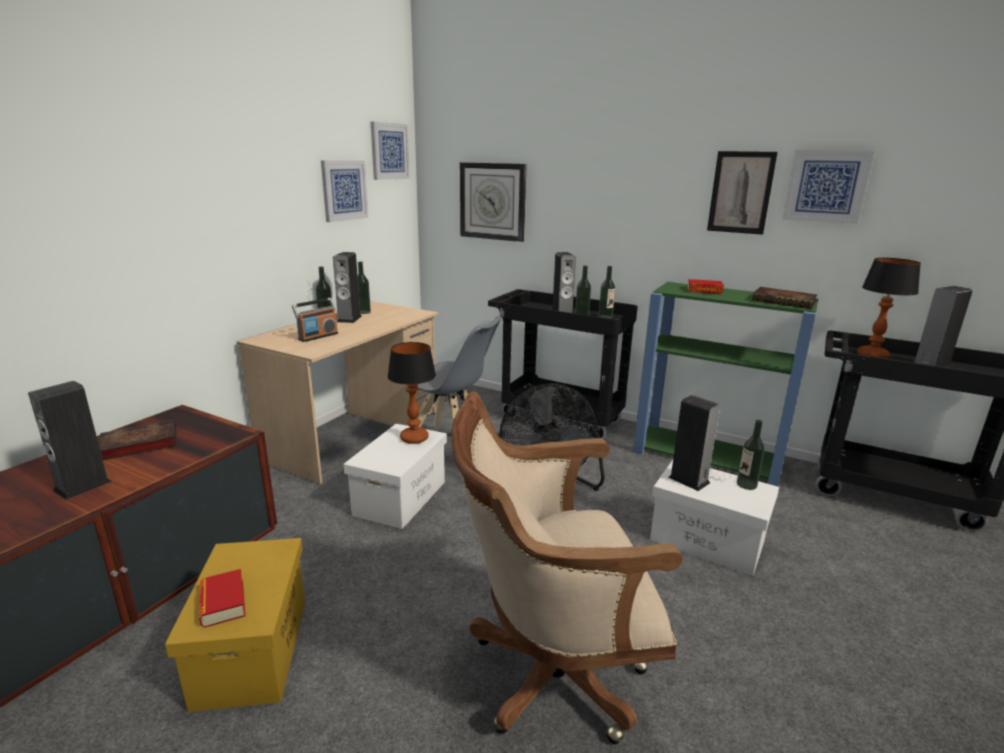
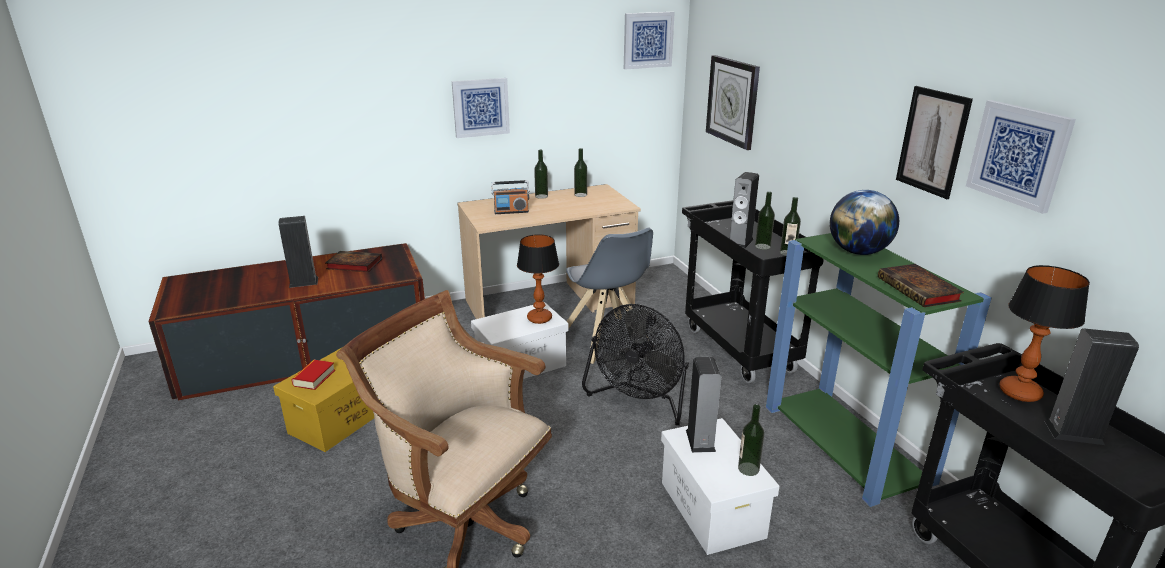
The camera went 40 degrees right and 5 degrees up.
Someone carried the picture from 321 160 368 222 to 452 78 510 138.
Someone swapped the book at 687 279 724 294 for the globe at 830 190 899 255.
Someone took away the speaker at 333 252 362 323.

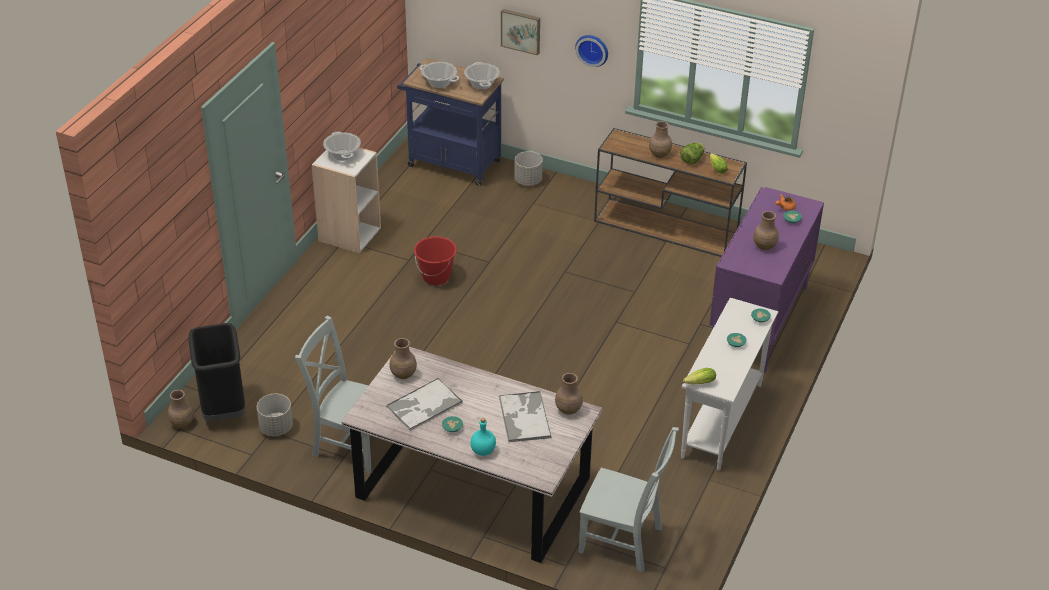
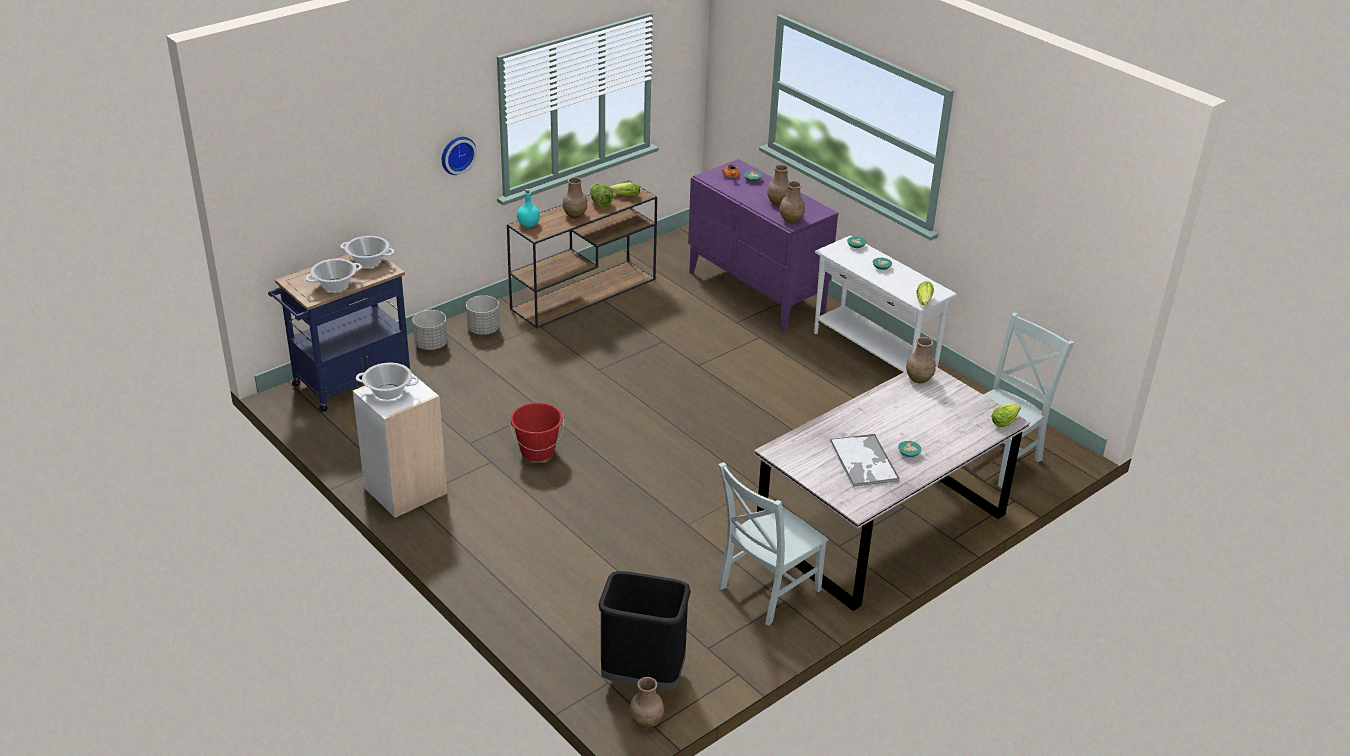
The camera went 65 degrees left and 5 degrees down.
Someone carried the grey planter from 257 394 293 436 to 466 295 500 335.
Someone carried the turquoise bottle from 470 418 496 456 to 517 189 540 227.
Someone carried the brown vase from 390 338 417 379 to 780 181 805 223.
Someone put down the lettuce at 991 404 1021 427.
Someone took away the tray at 499 391 552 442.
Someone took away the picture at 501 9 540 55.

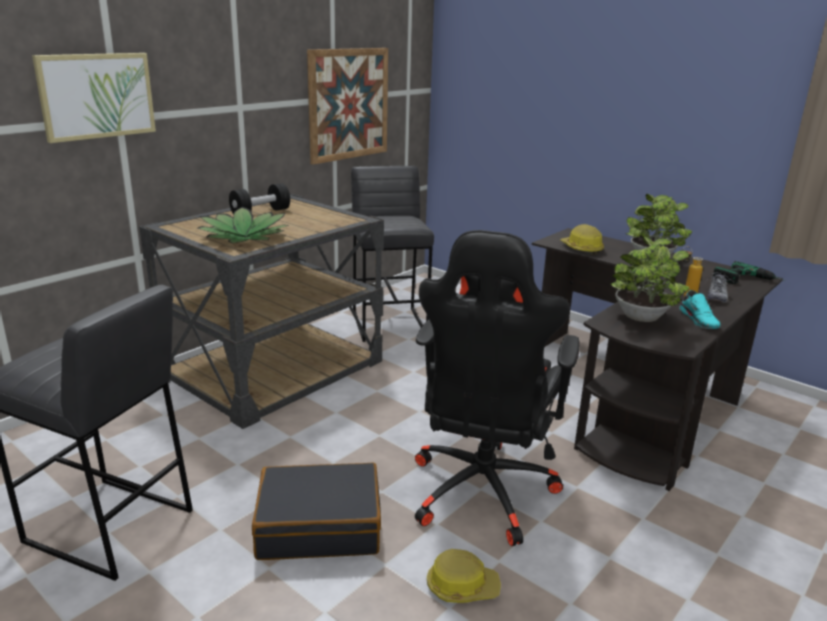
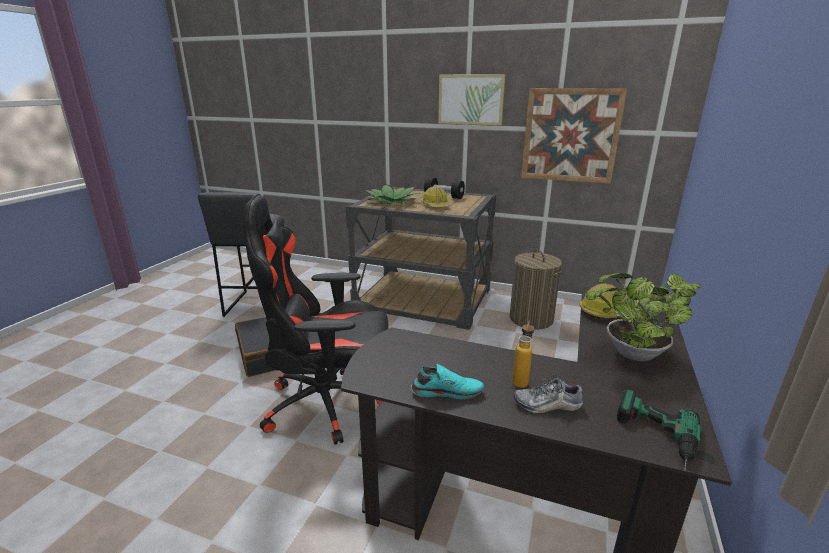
The camera went 70 degrees right and 0 degrees up.
Someone rotated the turquoise shoe at 679 290 721 329 by 150 degrees counterclockwise.
Someone carried the hard hat from 427 549 501 603 to 421 186 450 207.
Someone carried the picture from 32 53 156 143 to 438 74 505 126.
Someone swapped the grey stool at 351 166 434 342 for the laundry basket at 510 250 563 330.
Someone took away the potted plant at 610 236 690 322.

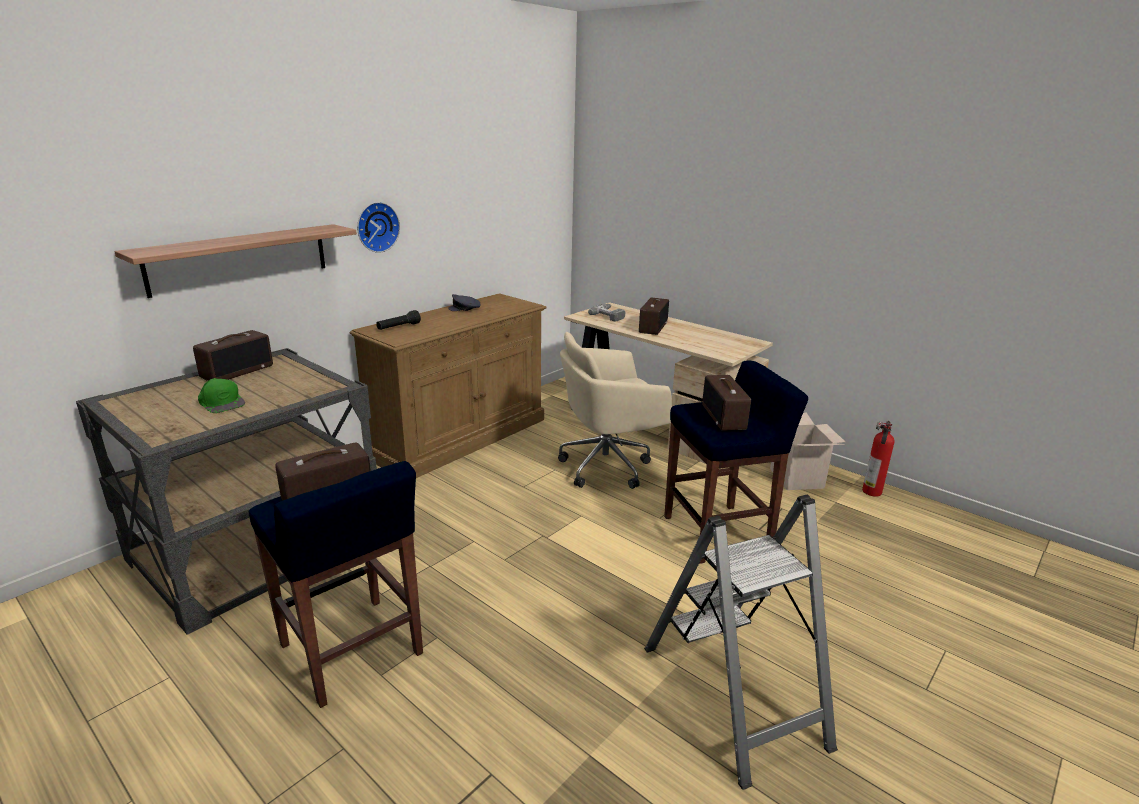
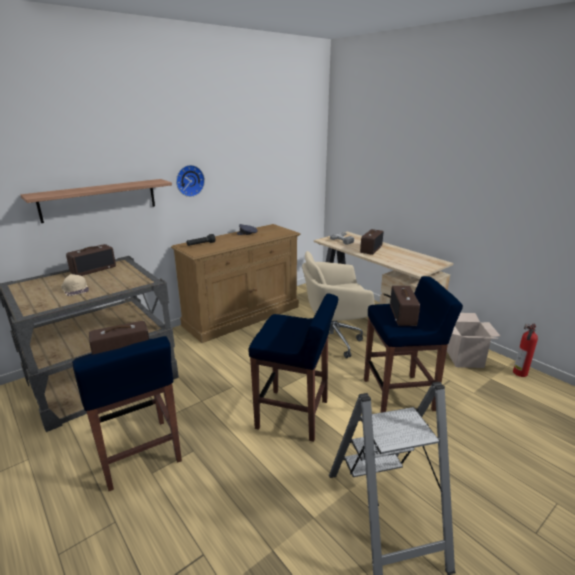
The camera went 10 degrees right and 0 degrees up.
Someone repainted the green cap at 198 378 245 413, which became the beige cap at 61 274 89 296.
Someone put down the blue stool at 249 294 338 442.

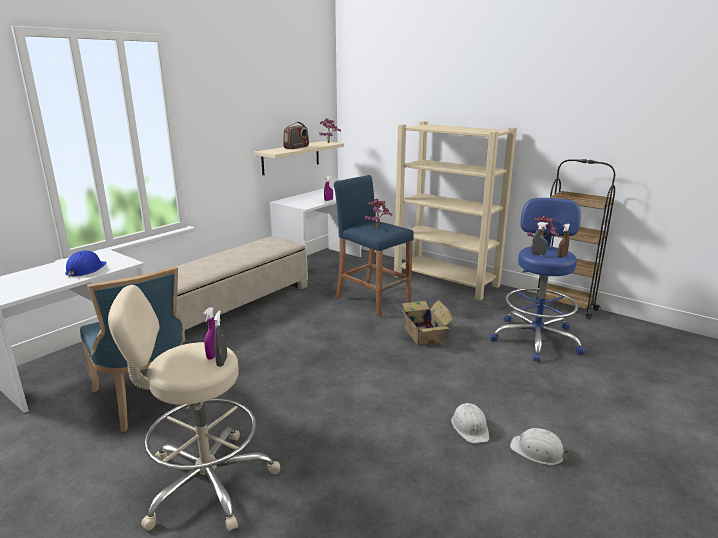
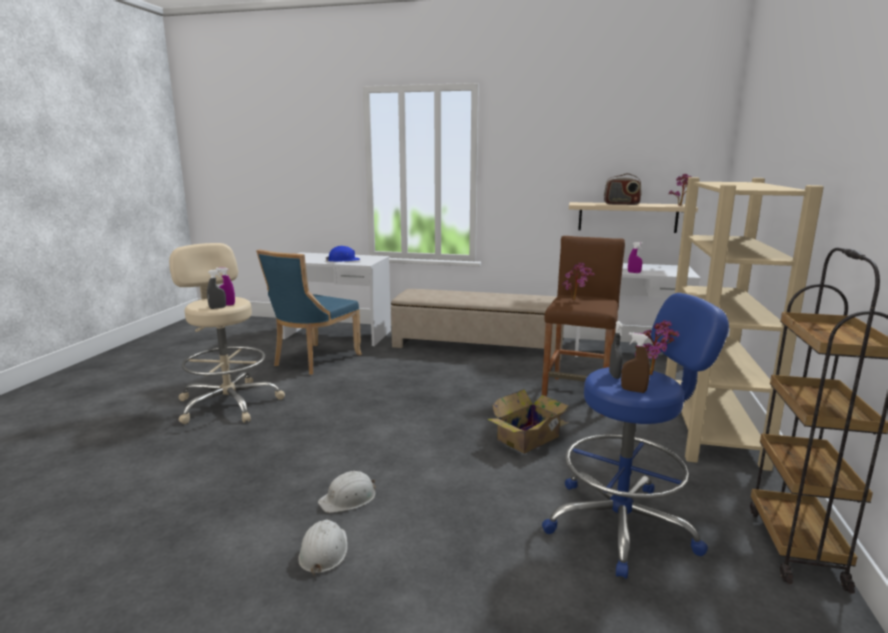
The camera went 65 degrees right and 5 degrees down.
Someone repainted the blue stool at 334 175 414 317, which became the brown stool at 542 236 625 416.

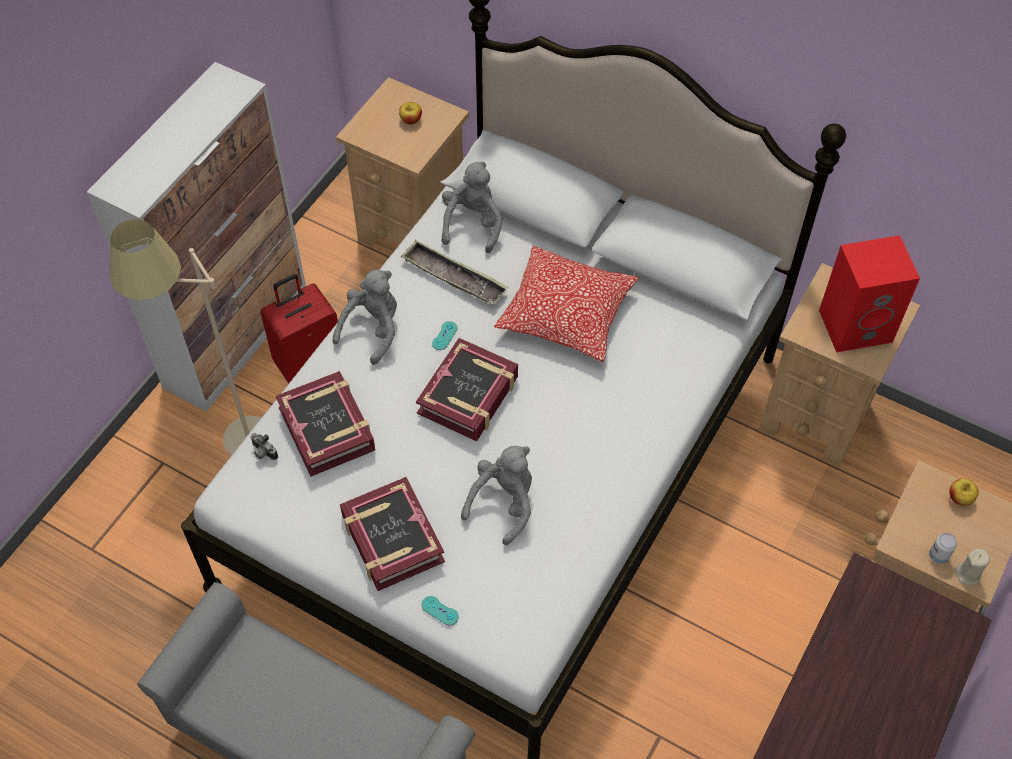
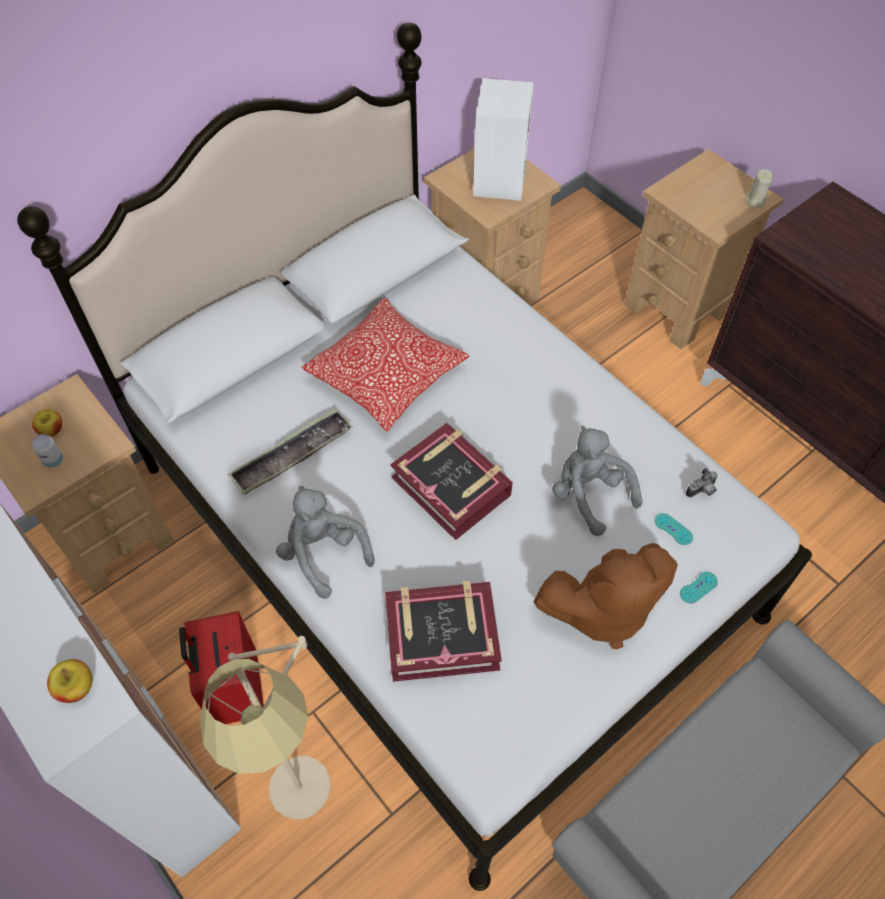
The camera went 70 degrees left and 0 degrees up.
Someone carried the can from 929 533 957 564 to 32 434 63 468.
Someone carried the apple from 949 478 979 506 to 47 659 92 703.
Someone repainted the red speaker at 819 235 920 353, which became the white speaker at 473 78 533 201.
Someone swapped the book at 340 477 445 591 for the brown plush toy at 533 543 678 649.
Someone carried the turquoise game controller from 432 321 457 350 to 655 513 693 545.
Someone carried the photo camera from 250 433 278 460 to 686 468 718 498.
Someone took away the grey plush toy at 442 161 502 253.

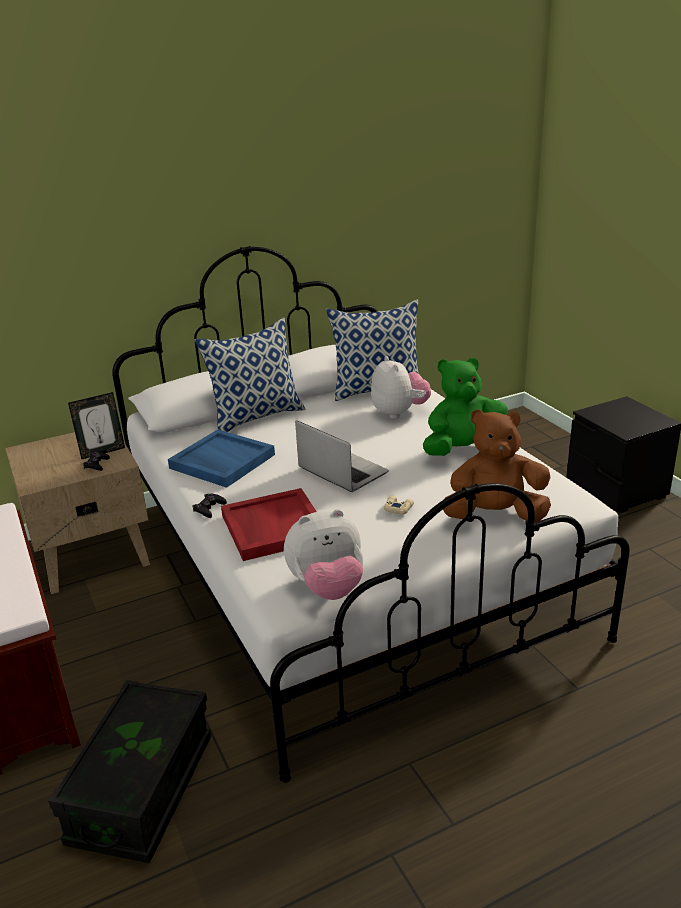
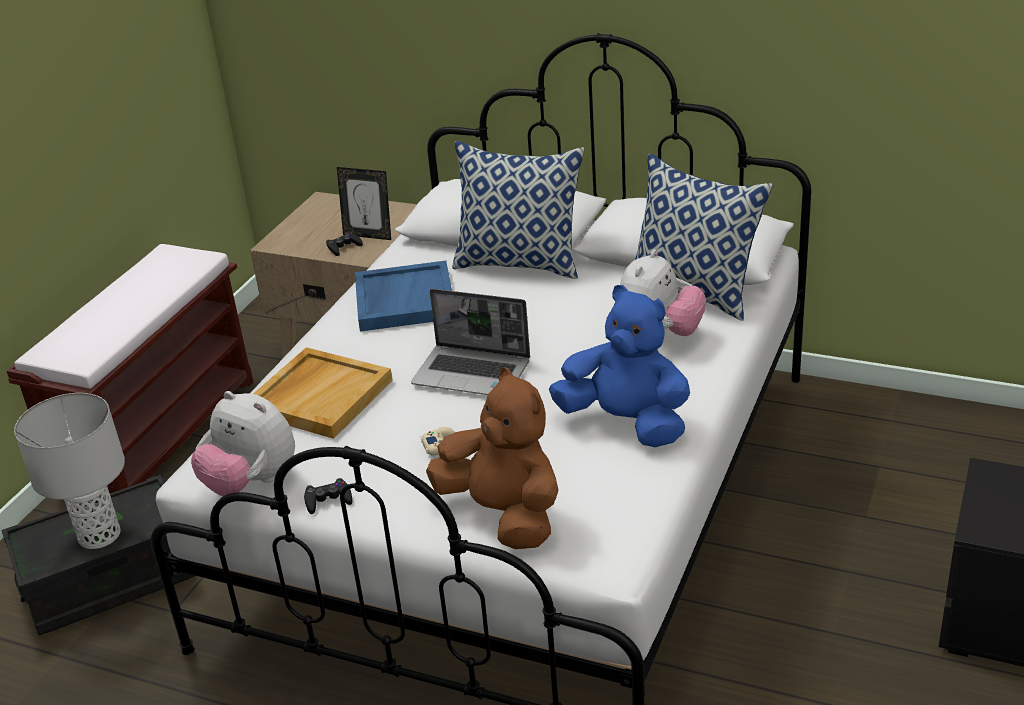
The camera went 50 degrees right and 5 degrees up.
Someone put down the white table lamp at 14 393 125 549.
Someone repainted the red tray at 221 488 317 561, which became the beige tray at 253 347 392 439.
Someone carried the black game controller from 192 494 227 518 to 304 478 353 514.
Someone rotated the laptop at 295 420 389 492 by 105 degrees clockwise.
Someone repainted the green plush toy at 423 357 508 456, which became the blue plush toy at 549 285 690 447.

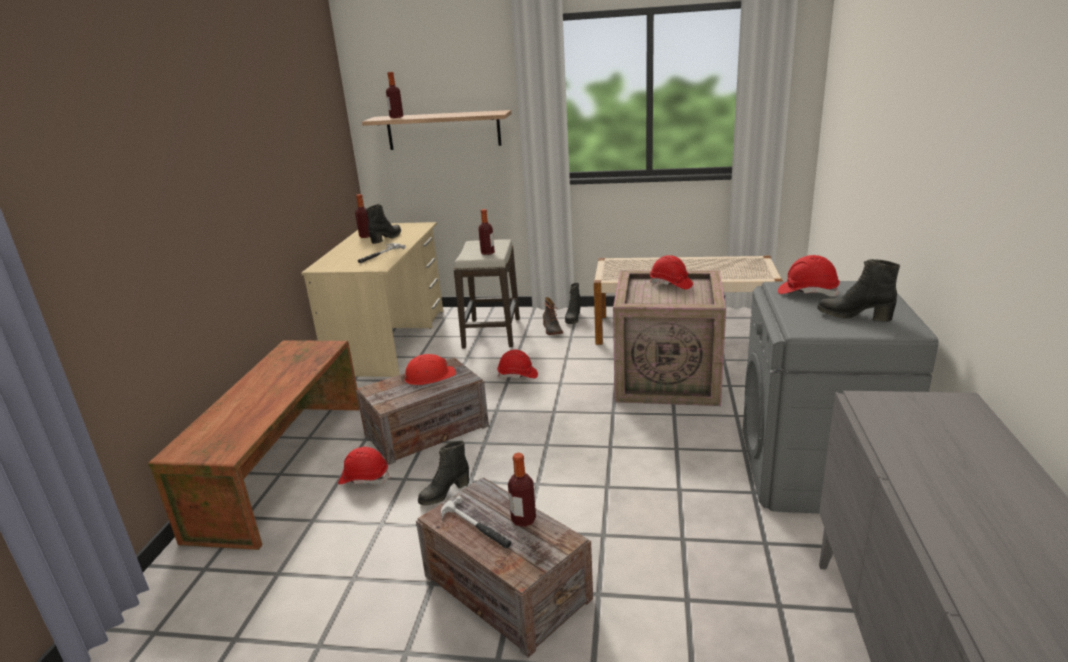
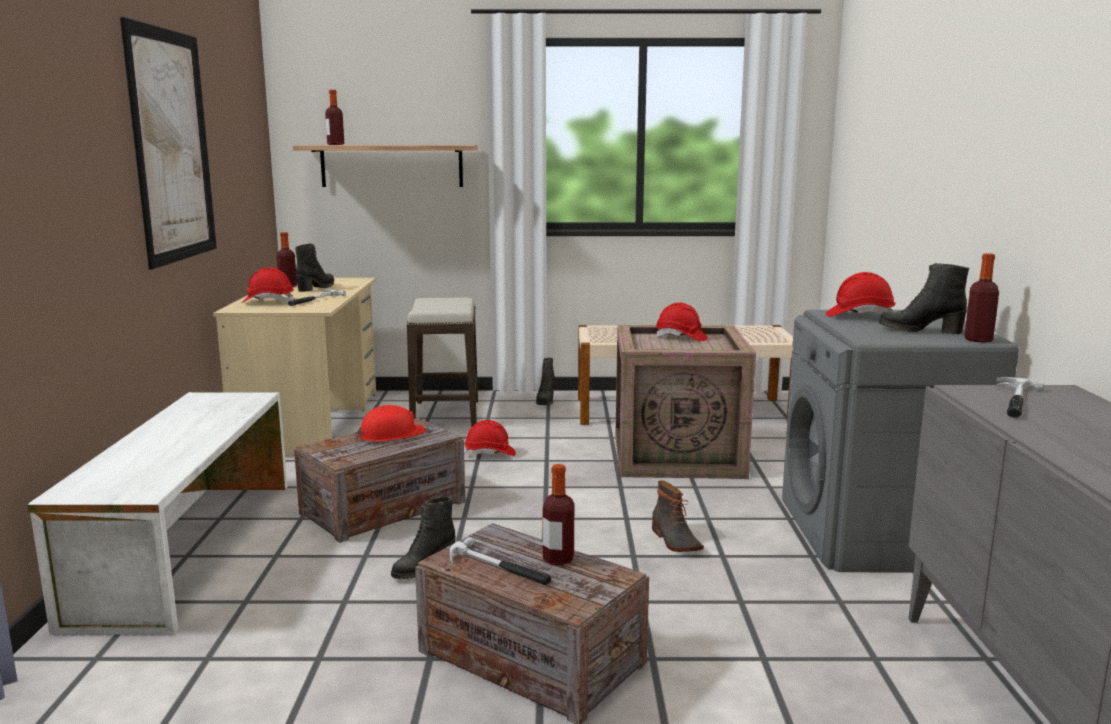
The camera went 10 degrees left and 10 degrees down.
Someone repainted the brown bench at 148 340 360 550, which became the white bench at 28 392 287 635.
Someone put up the picture at 120 17 217 270.
Someone carried the red hard hat from 338 447 390 484 to 242 267 295 303.
Someone carried the boot from 543 297 563 335 to 652 481 704 552.
Someone carried the bottle from 478 209 495 255 to 964 253 999 343.
Someone put down the hammer at 996 377 1044 418.

